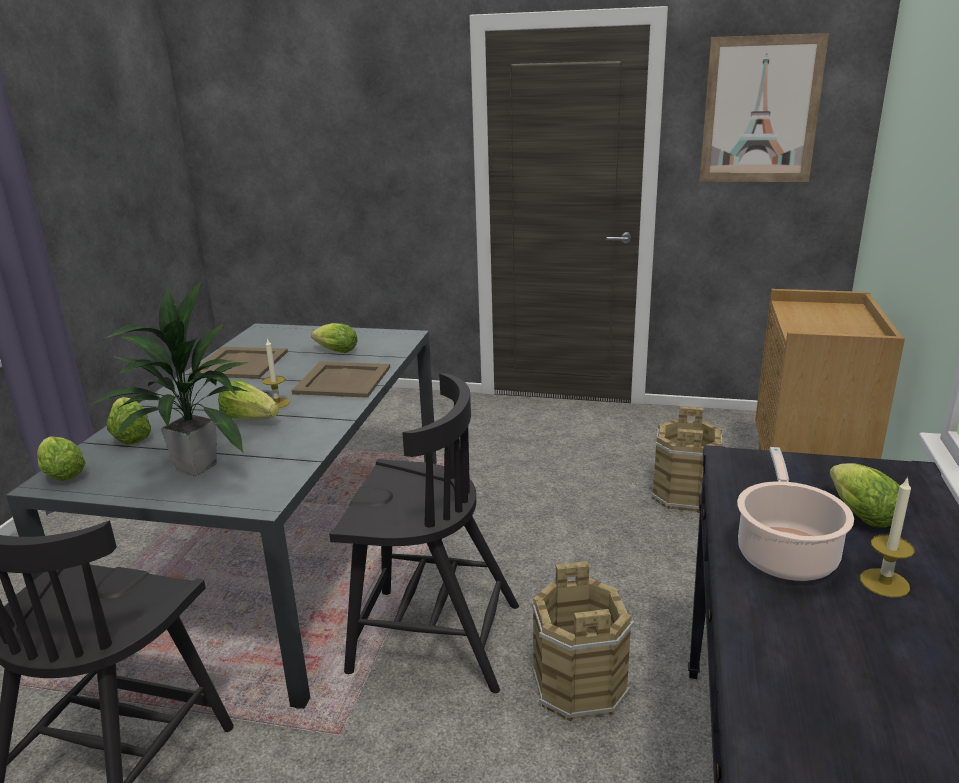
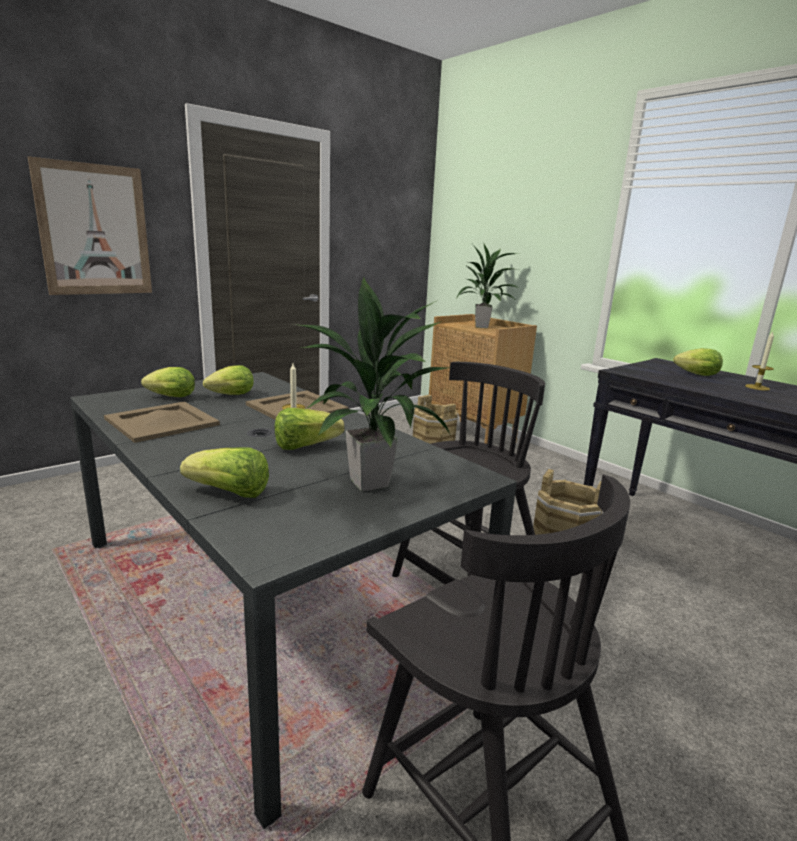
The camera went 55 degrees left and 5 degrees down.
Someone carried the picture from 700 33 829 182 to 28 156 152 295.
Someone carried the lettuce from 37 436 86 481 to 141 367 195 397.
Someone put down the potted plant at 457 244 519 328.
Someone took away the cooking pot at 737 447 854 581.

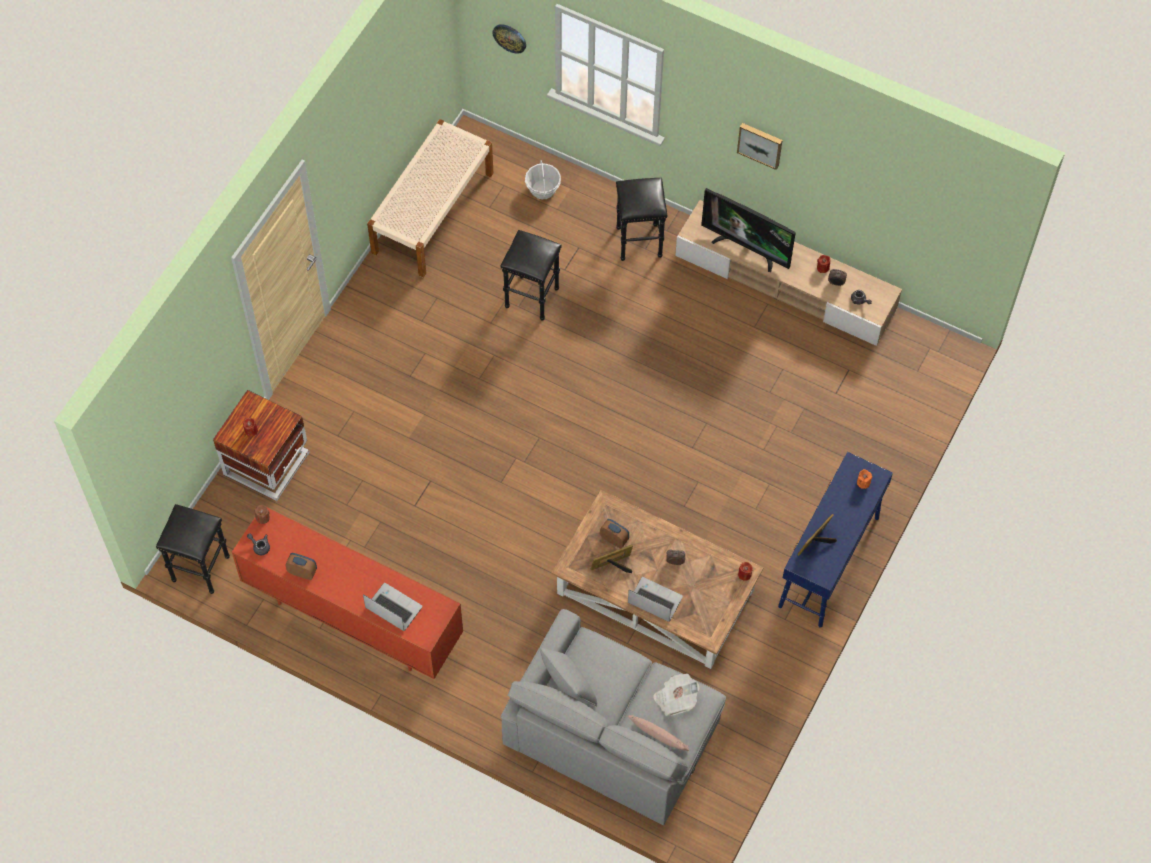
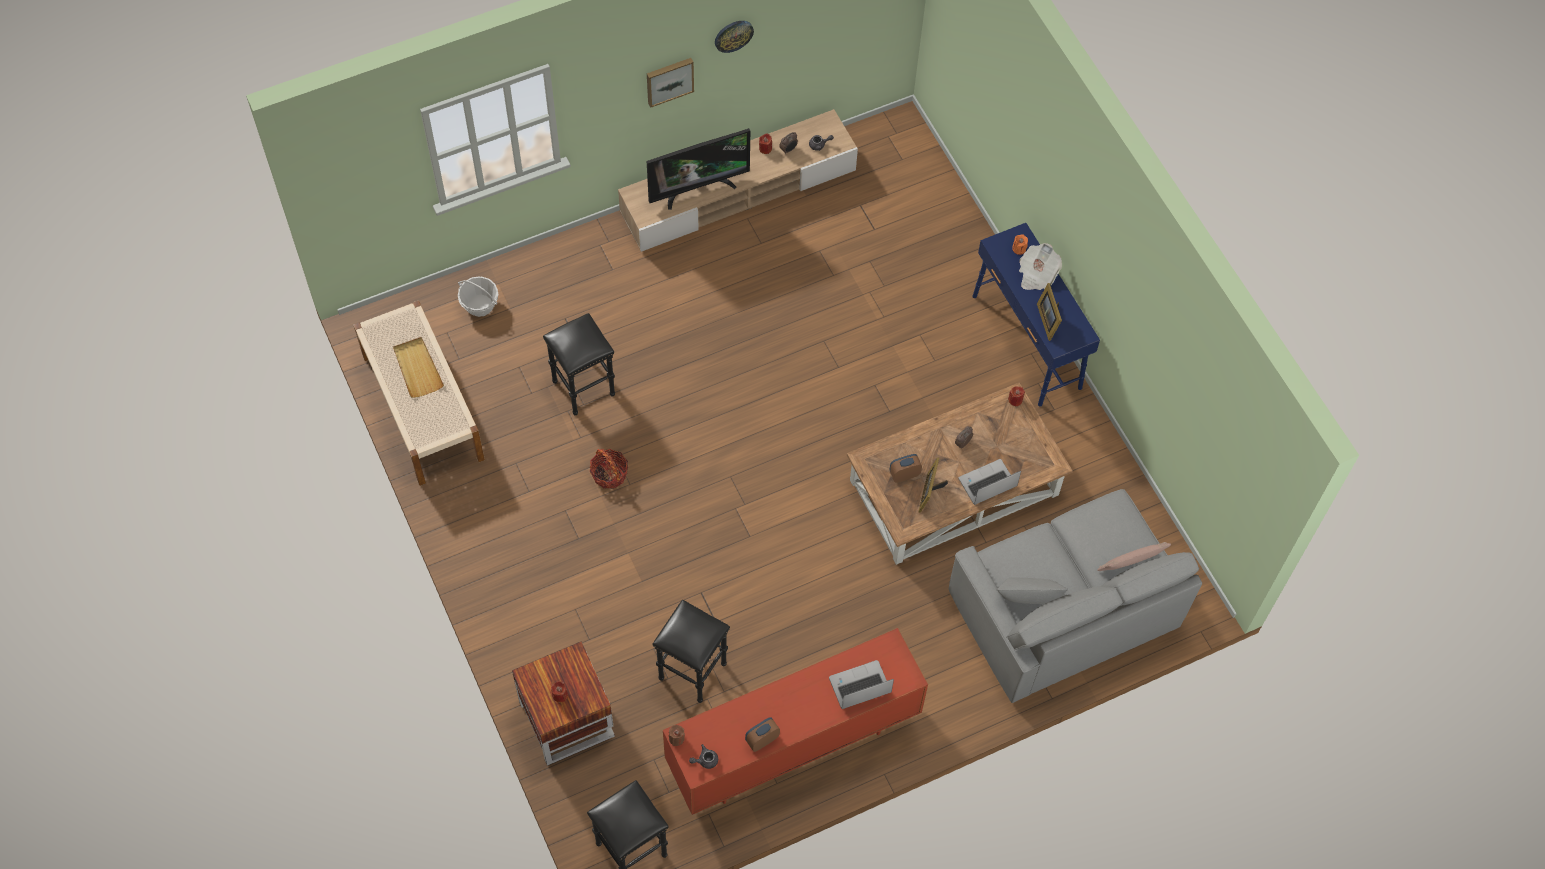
The camera went 55 degrees left and 0 degrees up.
Someone put down the beige tray at 393 337 444 398.
Someone put down the basket at 590 449 628 489.
Someone carried the black stool from 616 178 667 261 to 653 600 730 703.
Someone carried the wall clock from 492 24 526 54 to 715 21 754 53.
Someone carried the newspaper from 653 674 700 716 to 1019 243 1062 290.

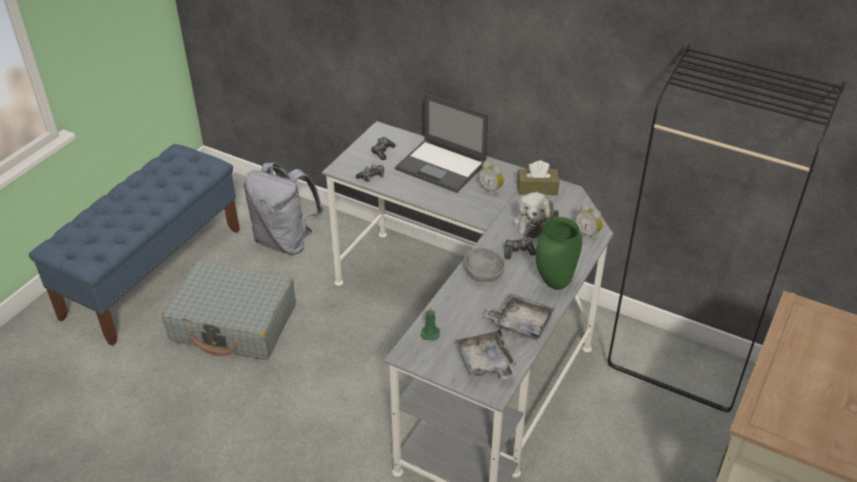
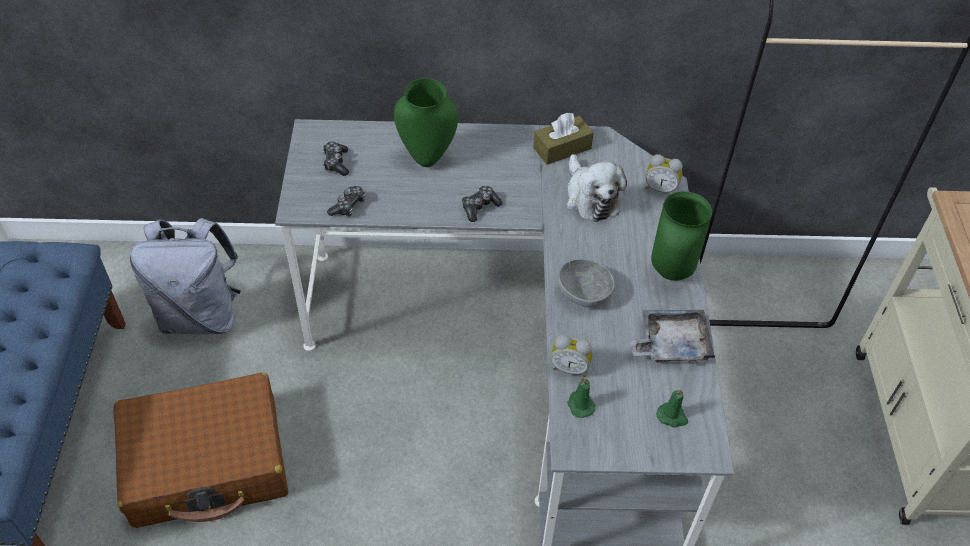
The camera went 30 degrees left and 10 degrees up.
Someone repainted the grey suitcase at 162 261 296 360, which became the brown suitcase at 114 373 288 528.
Someone swapped the laptop at 395 94 489 193 for the green vase at 394 78 458 167.
Someone carried the game controller from 504 237 536 259 to 462 186 503 222.
Someone carried the alarm clock from 479 161 504 196 to 550 334 593 377.
Someone swapped the grey tray at 455 328 517 380 for the green candle at 656 388 688 428.

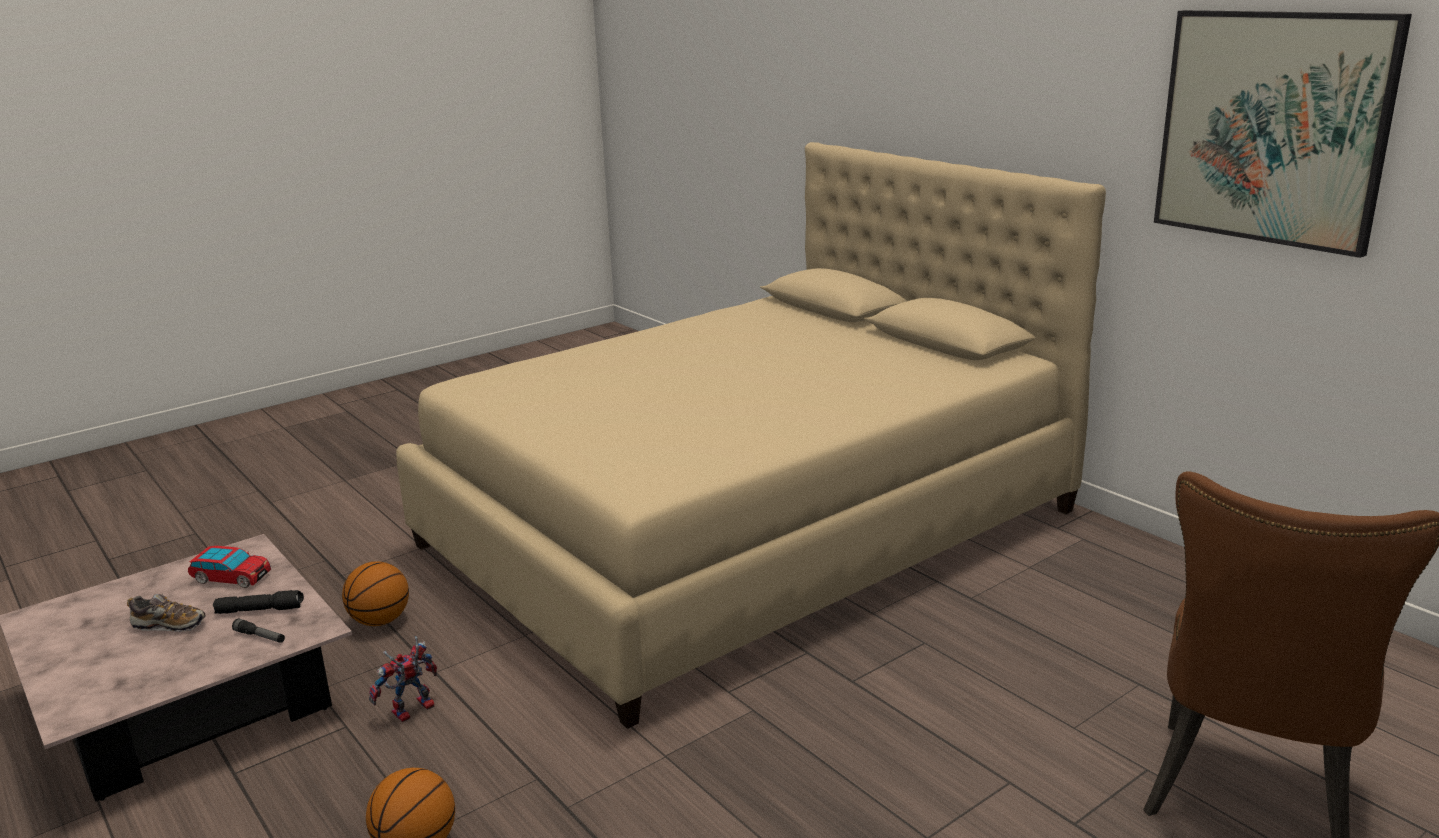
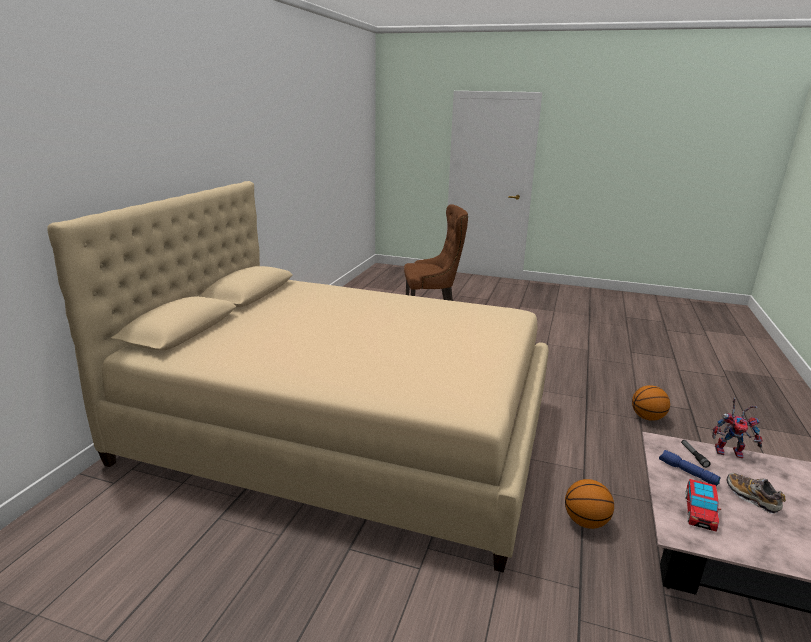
The camera went 125 degrees left and 0 degrees up.
Someone repainted the black flashlight at 213 590 304 614, which became the blue flashlight at 659 450 721 486.
Someone rotated the toy car at 188 546 271 588 by 135 degrees counterclockwise.
Someone carried the toy robot from 369 636 437 722 to 712 398 762 459.
Someone took away the picture at 1154 10 1412 258.

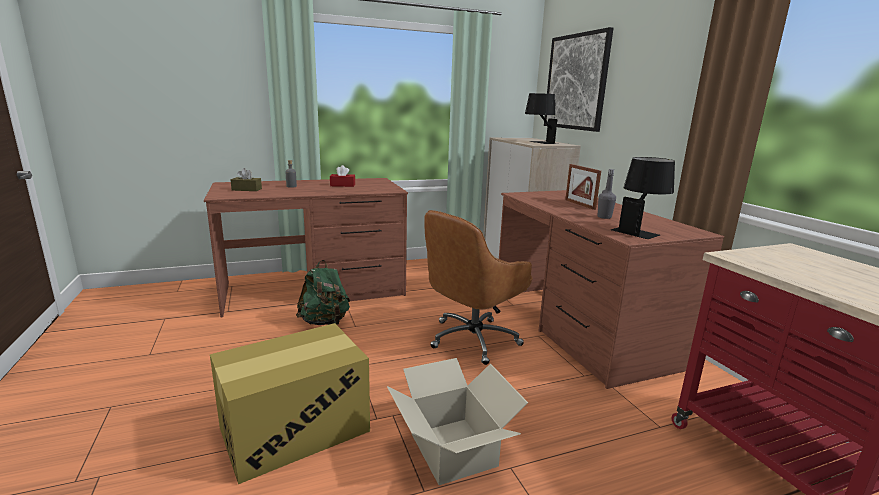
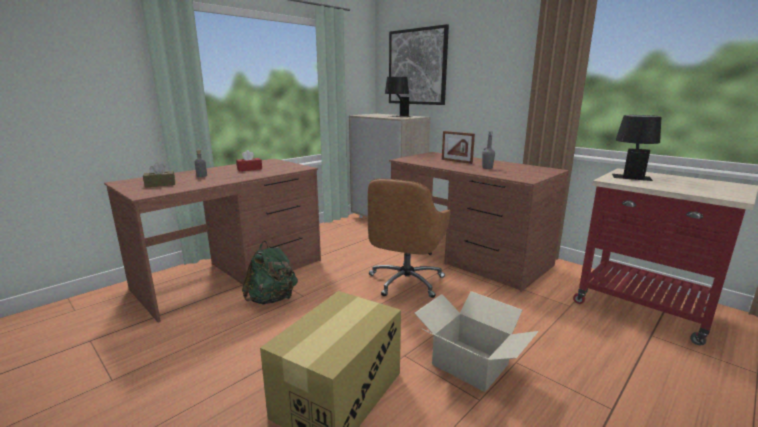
The camera went 25 degrees left and 0 degrees up.
Someone carried the black table lamp from 611 157 675 239 to 612 115 661 181.

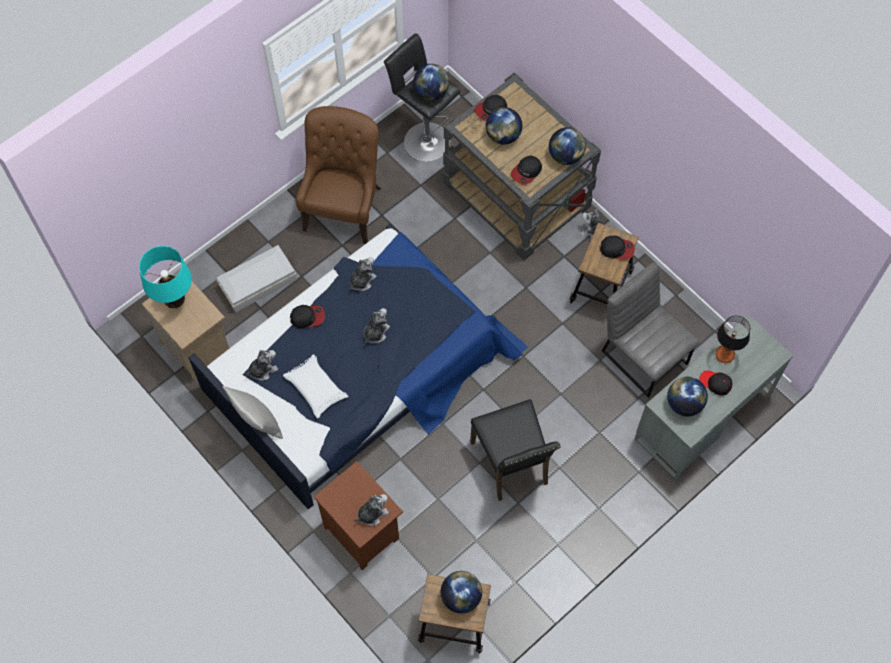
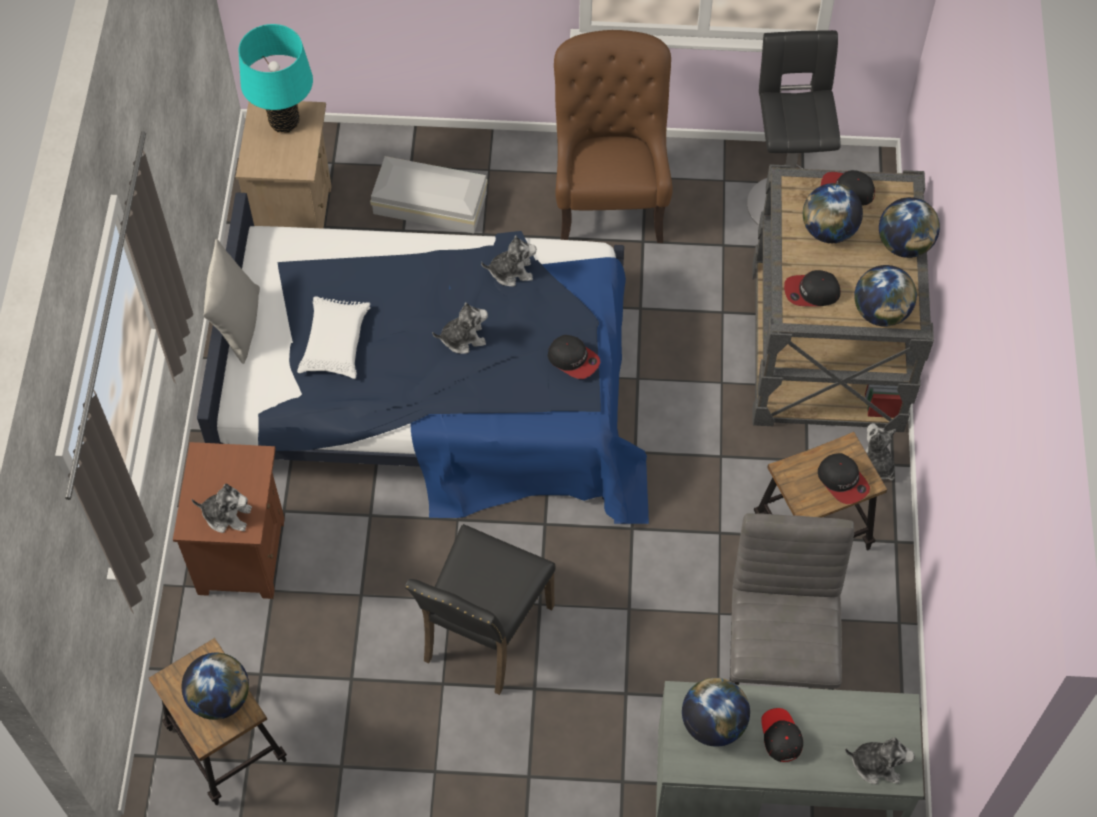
The camera went 45 degrees right and 5 degrees down.
Someone carried the cap from 290 305 325 328 to 548 335 601 379.
Someone rotated the brown chair at 295 106 381 244 by 60 degrees counterclockwise.
Someone carried the plush toy from 244 350 278 381 to 845 737 915 785.
Someone carried the globe from 413 64 449 100 to 879 197 940 258.
Someone took away the table lamp at 715 316 750 363.

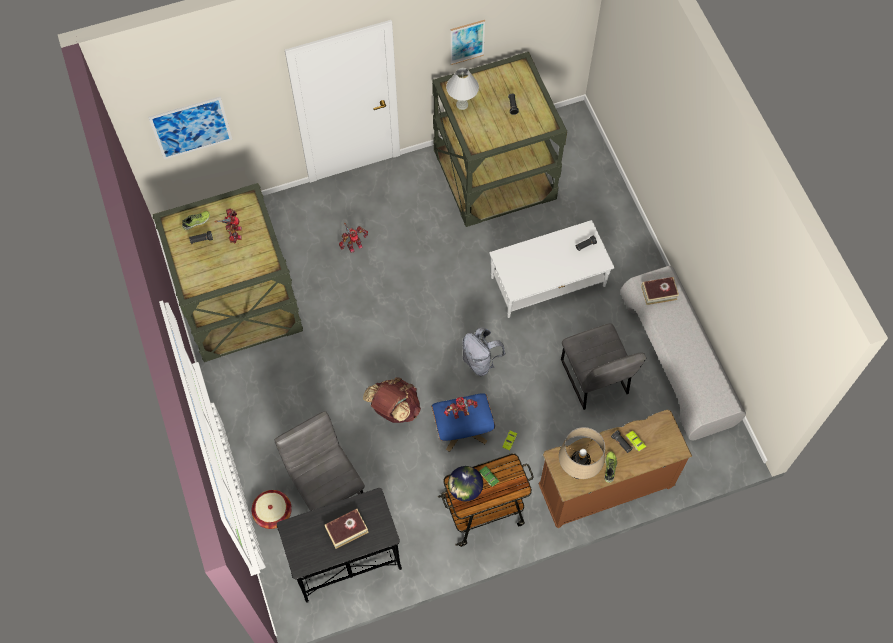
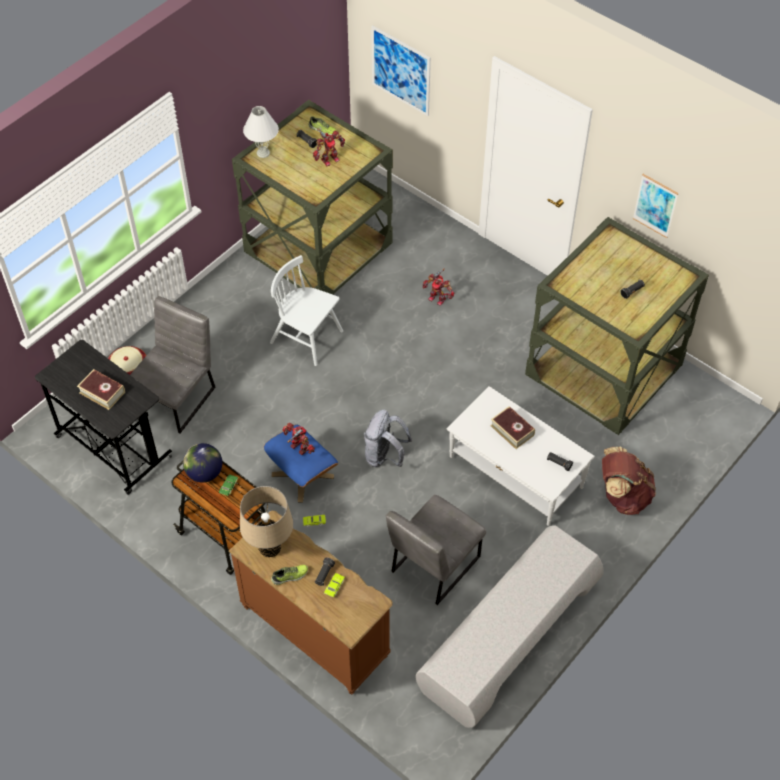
The camera went 60 degrees right and 10 degrees down.
Someone carried the white table lamp from 446 68 479 110 to 243 106 279 158.
Someone put down the white chair at 270 255 343 366.
Someone carried the book from 641 277 679 305 to 490 406 535 449.
Someone carried the brown backpack from 363 377 421 423 to 602 447 656 515.

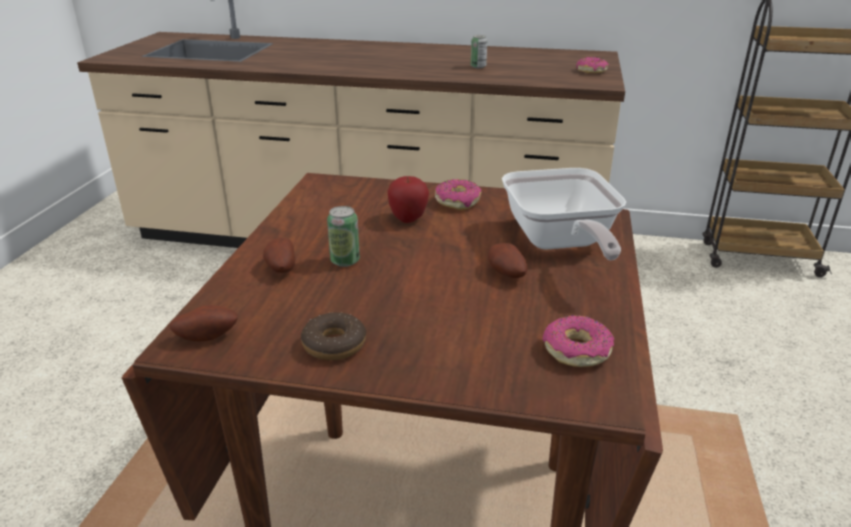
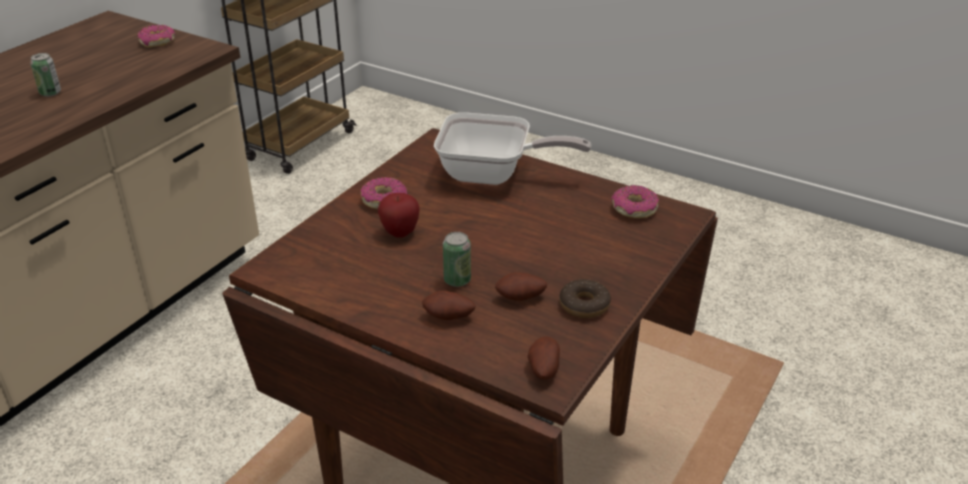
The camera went 70 degrees left and 5 degrees up.
Someone carried the potato from 488 243 527 278 to 495 272 547 301.

